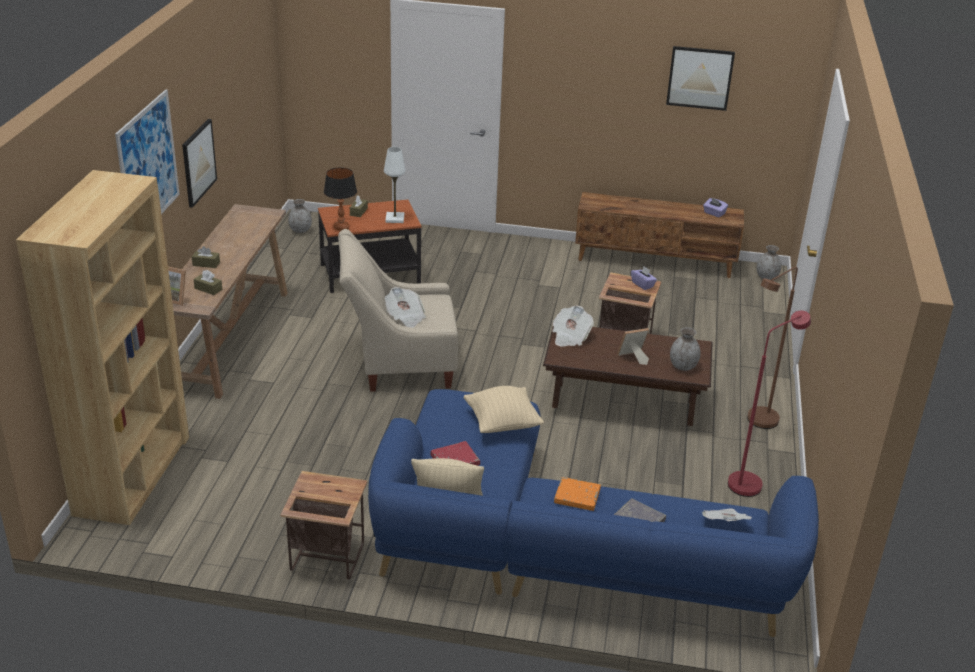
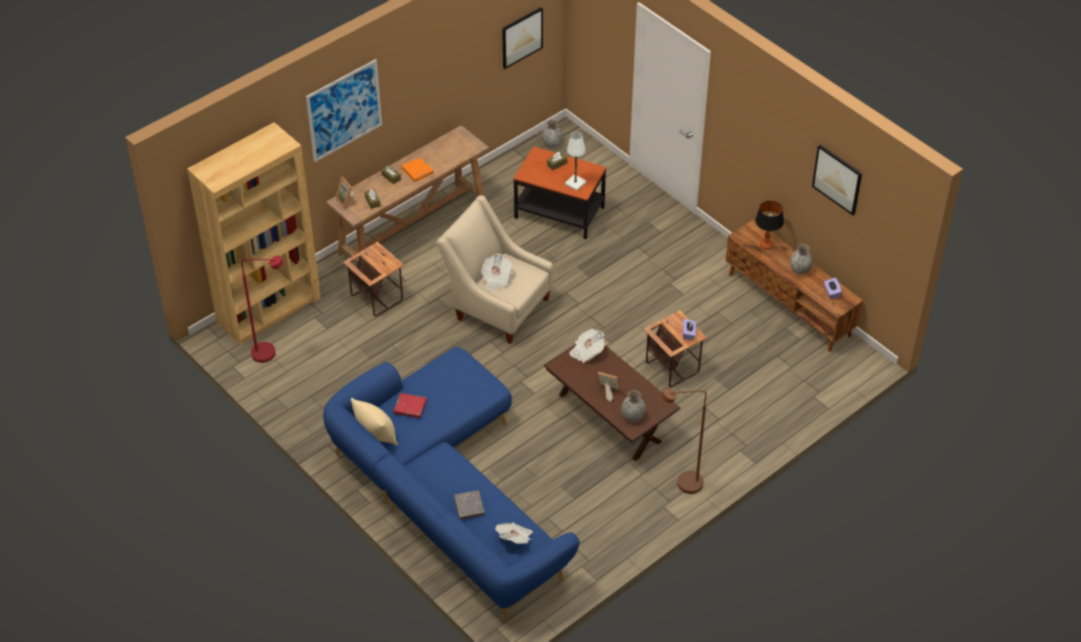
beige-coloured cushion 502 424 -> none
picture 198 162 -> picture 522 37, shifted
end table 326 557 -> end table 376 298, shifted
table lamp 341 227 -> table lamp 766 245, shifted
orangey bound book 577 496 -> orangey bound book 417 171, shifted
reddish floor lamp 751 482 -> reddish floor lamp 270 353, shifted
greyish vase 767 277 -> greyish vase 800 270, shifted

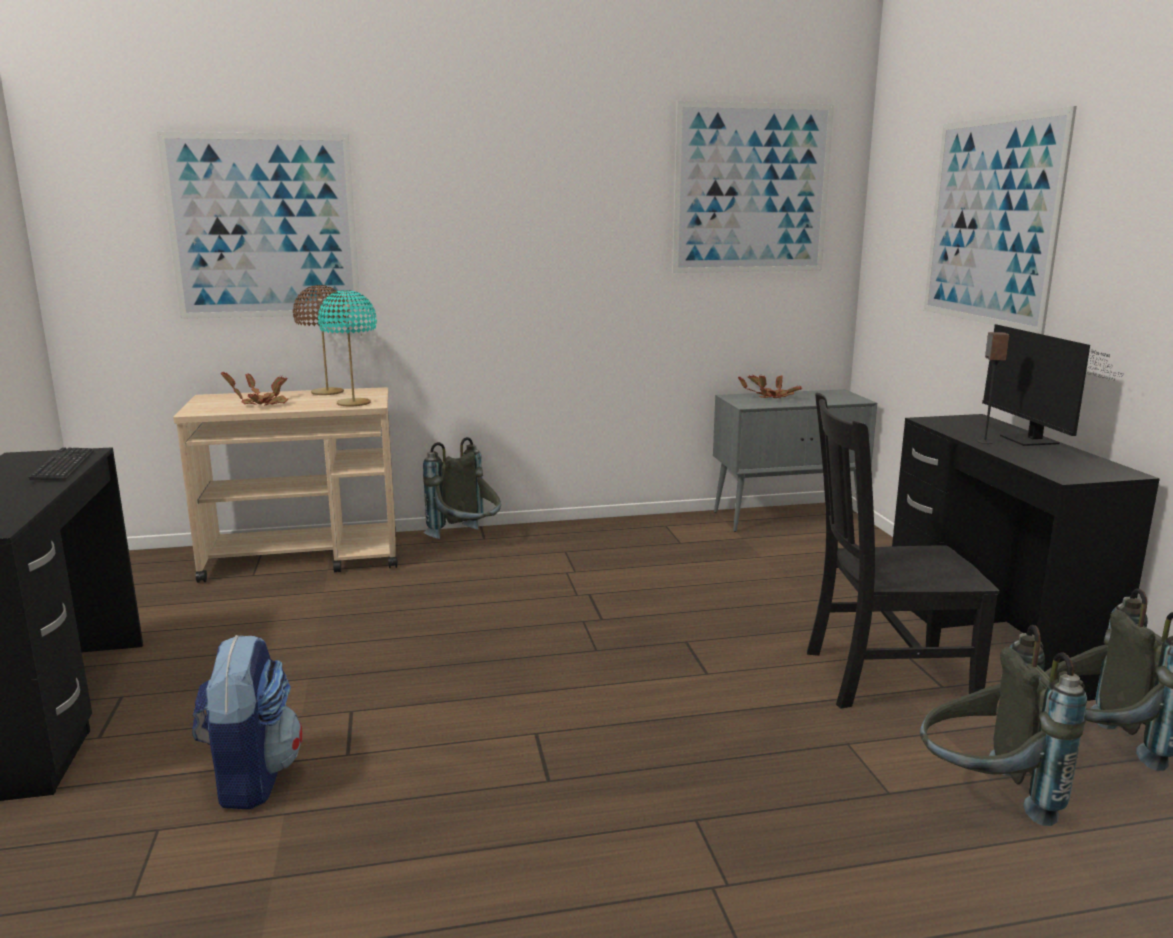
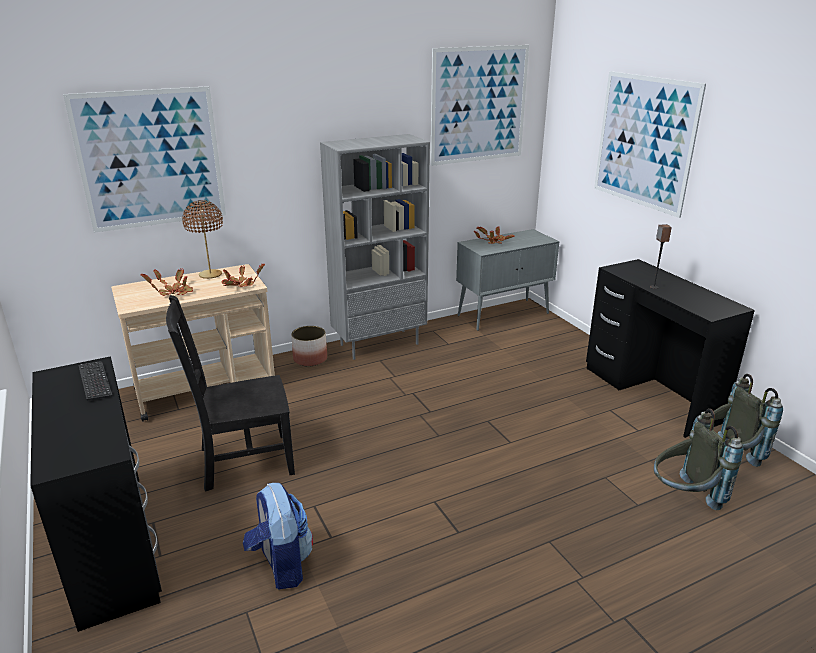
monitor 1032 442 -> none
none -> greyish bookshelf 379 344
black-coloured chair 882 676 -> black-coloured chair 243 461, shifted
blue-green table lamp 353 403 -> potted plant 240 285
greyish rucksack 467 540 -> plant pot 310 359

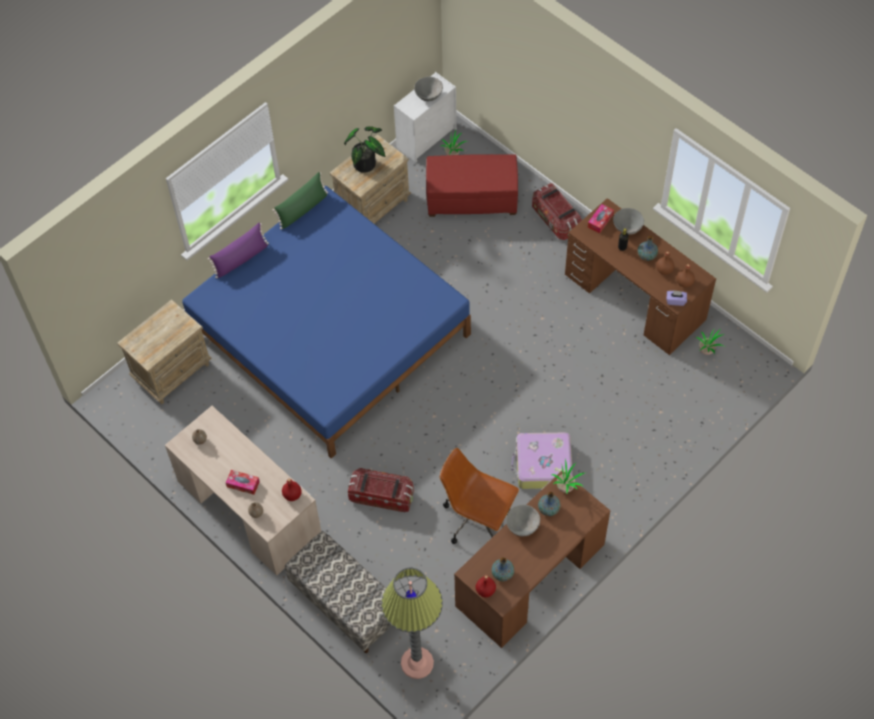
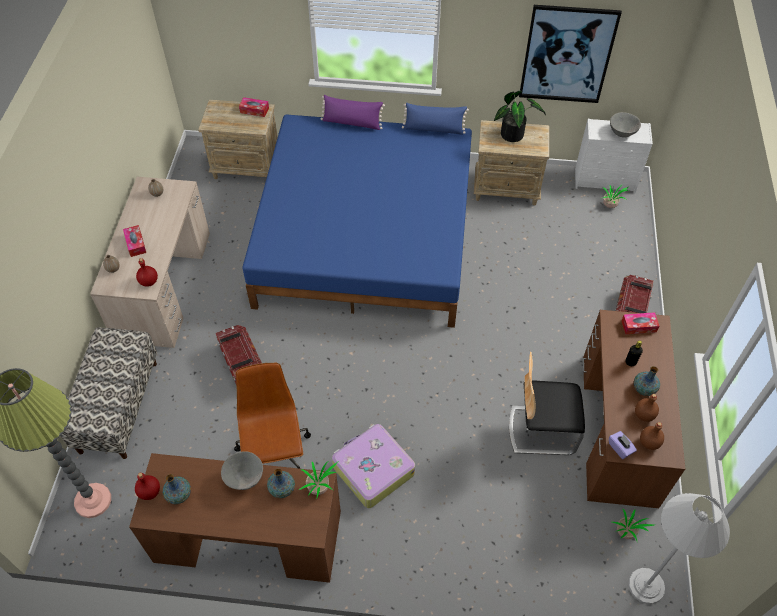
reddish ottoman 472 199 -> none
greyish bowl 627 229 -> none
none -> box of tissues 254 110
none -> chair 542 430
none -> picture 567 55
none -> whitish floor lamp 646 586
green cushion 303 209 -> blue cushion 434 129

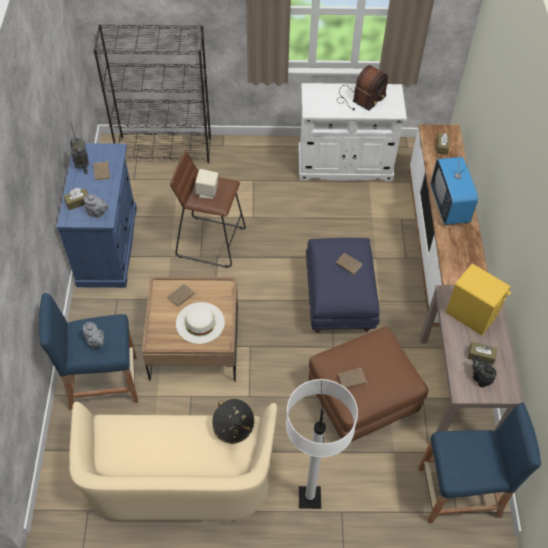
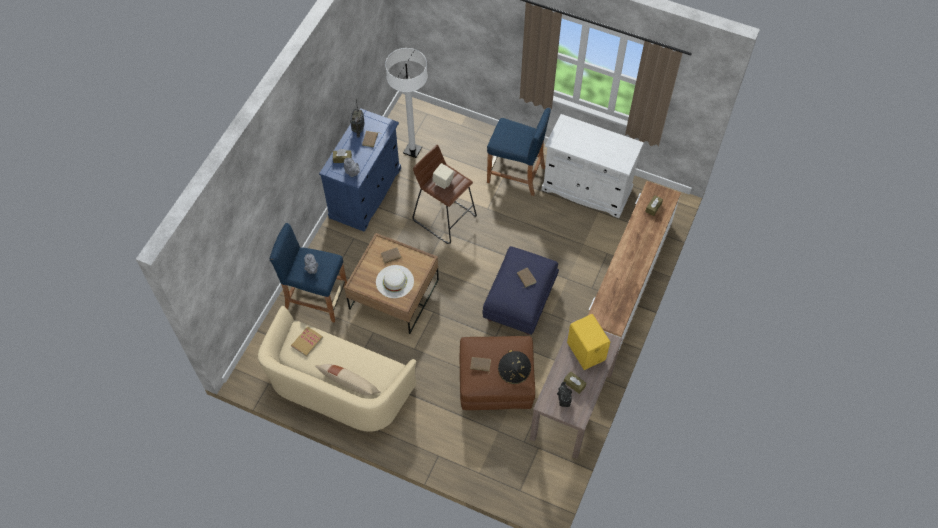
black-coloured bookshelf 165 149 -> none
radio 360 98 -> none
television 449 205 -> none
none -> bound book 307 342
none -> beige-coloured cushion 349 384
black-coloured wearable hat 233 427 -> black-coloured wearable hat 514 371, shifted
whitish floor lamp 309 498 -> whitish floor lamp 412 150, shifted
blue sitting stool 459 493 -> blue sitting stool 516 174, shifted

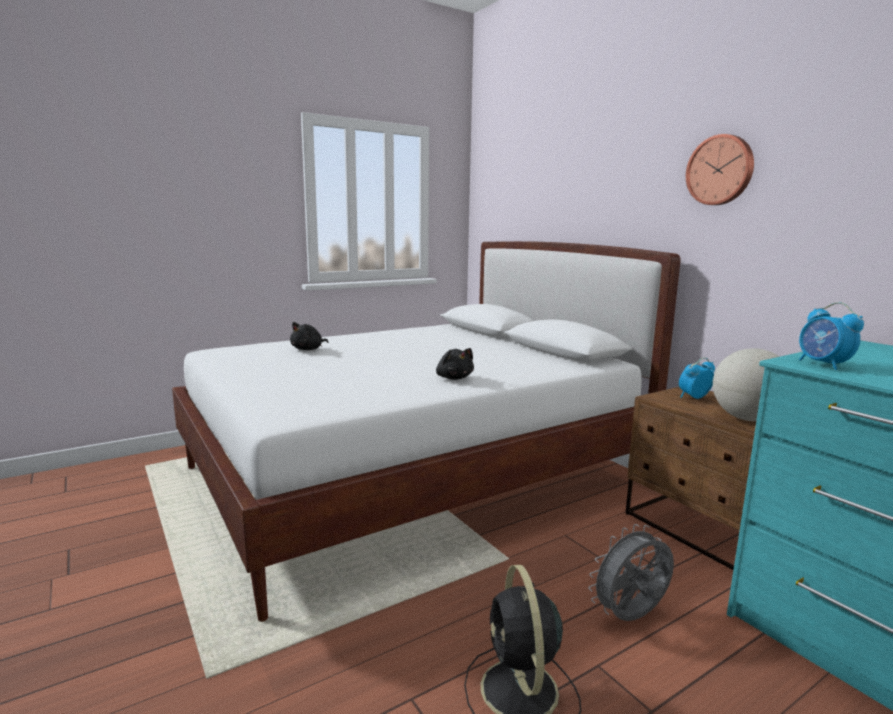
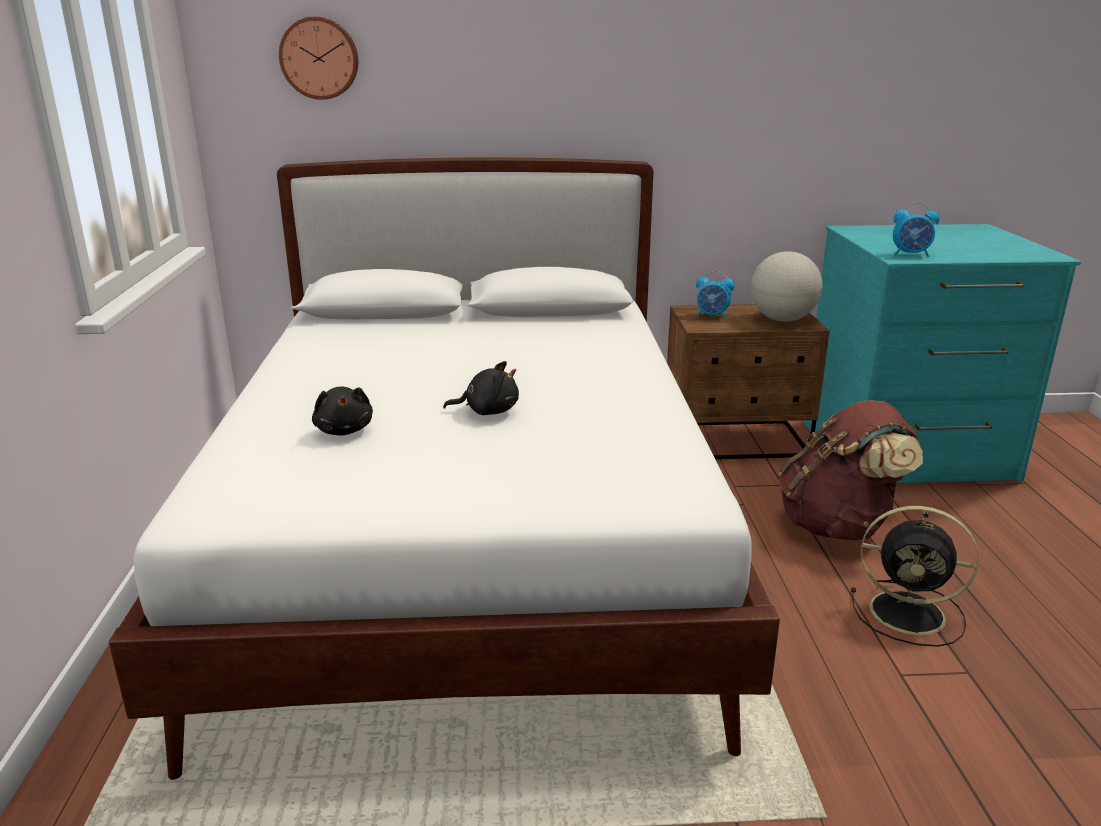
black-coloured soft toy 454 378 -> black-coloured soft toy 488 411, shifted
clock on the wall 720 170 -> clock on the wall 319 58, shifted
greyish cooling fan 631 618 -> brown-coloured rucksack 838 526
alarm clock 693 397 -> alarm clock 712 316, 75 degrees counterclockwise

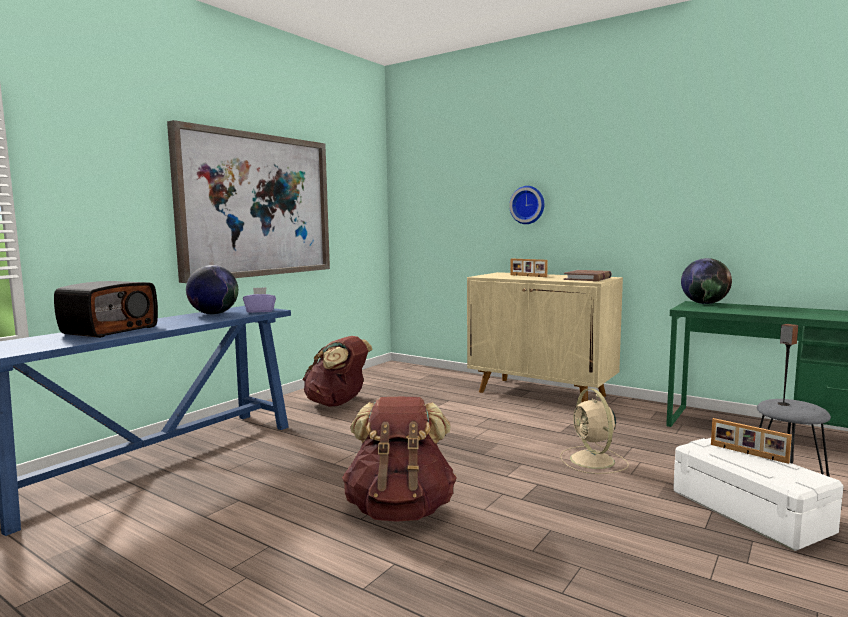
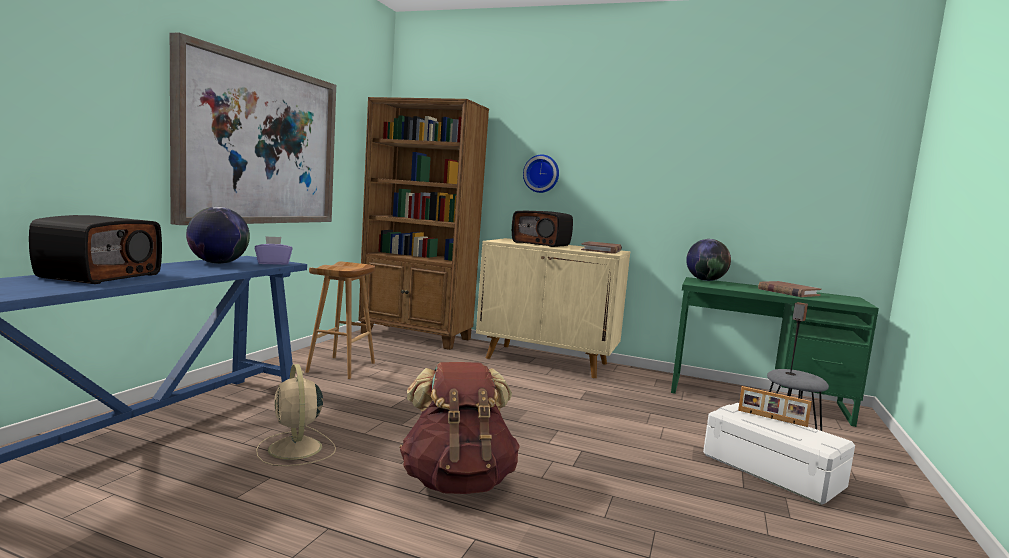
none -> brown-coloured bookshelf 416 336
none -> brown-coloured bound book 788 292
beige-coloured cooling fan 593 461 -> beige-coloured cooling fan 295 449, shifted
brown-coloured rucksack 337 403 -> brown-coloured sitting stool 341 368
standing frame 528 276 -> radio 541 244

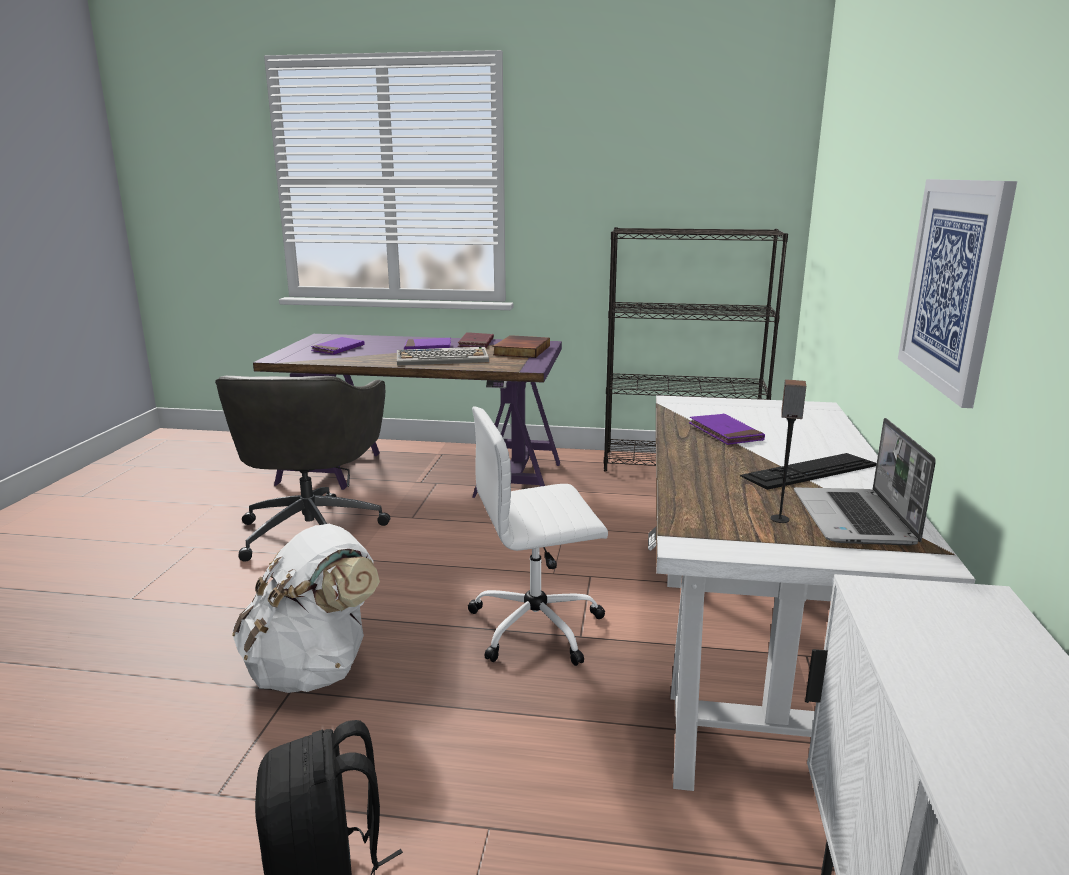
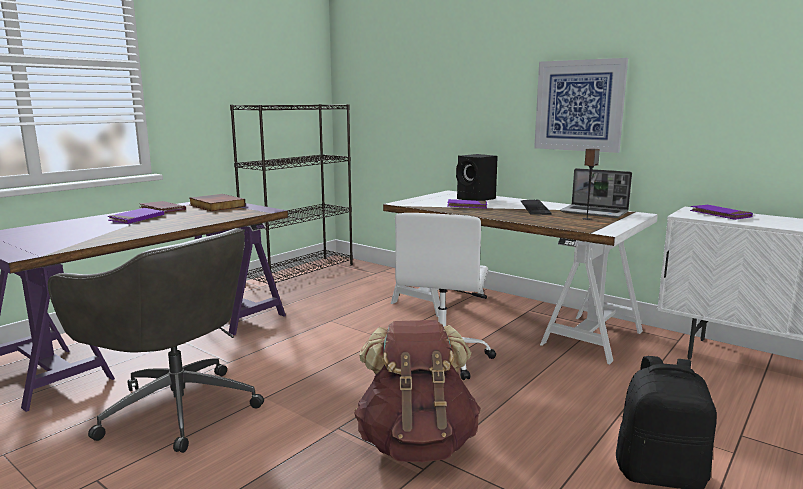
PC keyboard 443 358 -> none
none -> black-coloured audio speaker 477 199
purplish bound book 338 349 -> purplish bound book 720 215, shifted
whitish rucksack 314 669 -> brown-coloured rucksack 417 443

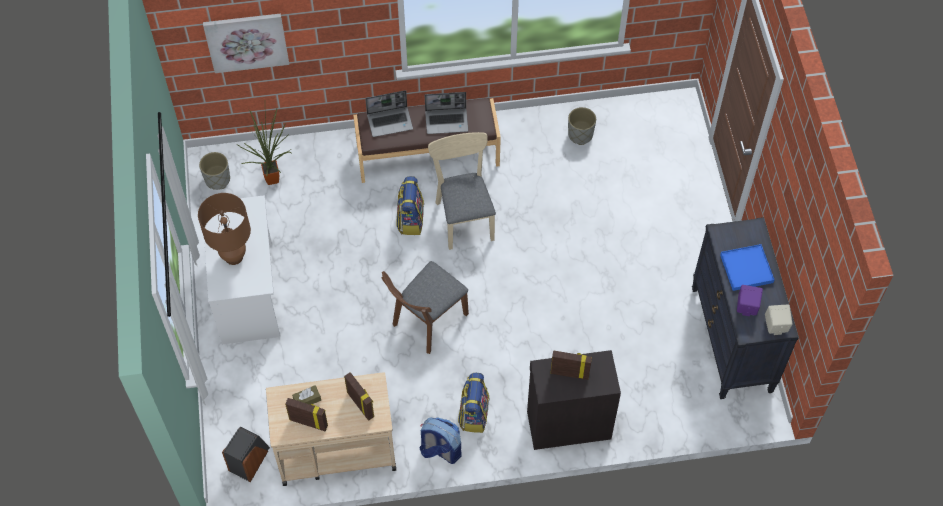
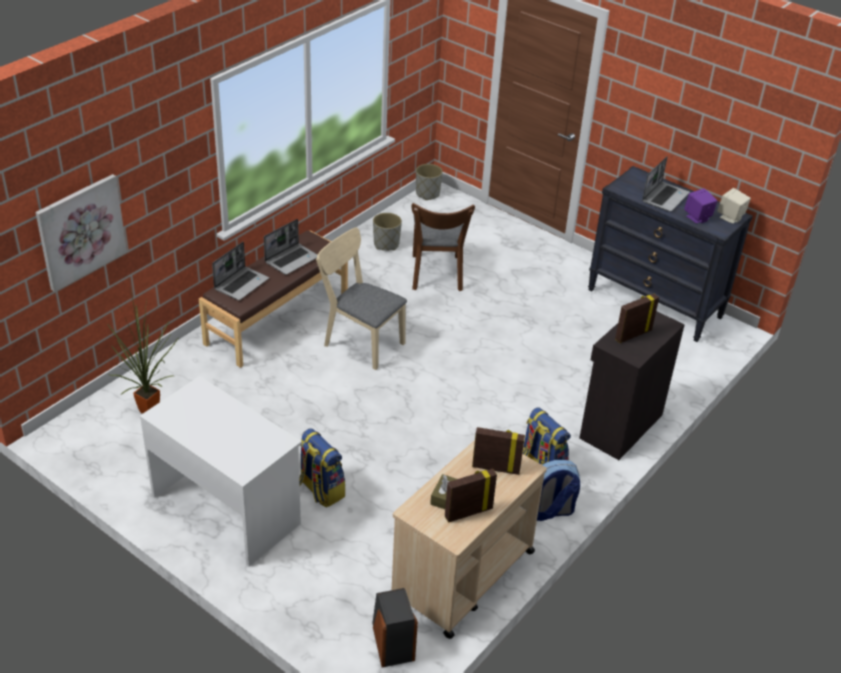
brown-coloured table lamp 233 256 -> none
greyish plant pot 217 179 -> greyish plant pot 427 194, shifted
brown-coloured chair 426 323 -> brown-coloured chair 436 276, shifted
rucksack 410 219 -> rucksack 320 490, shifted
blue tray 746 268 -> laptop 665 197

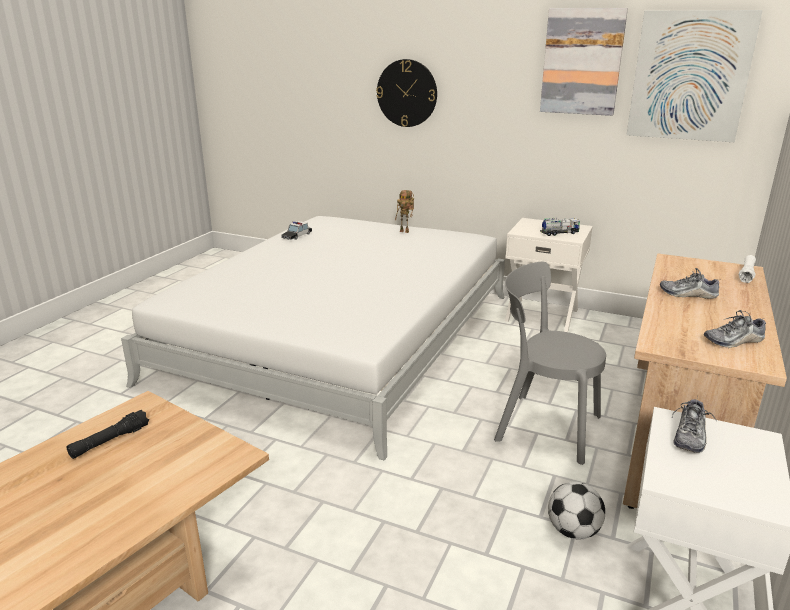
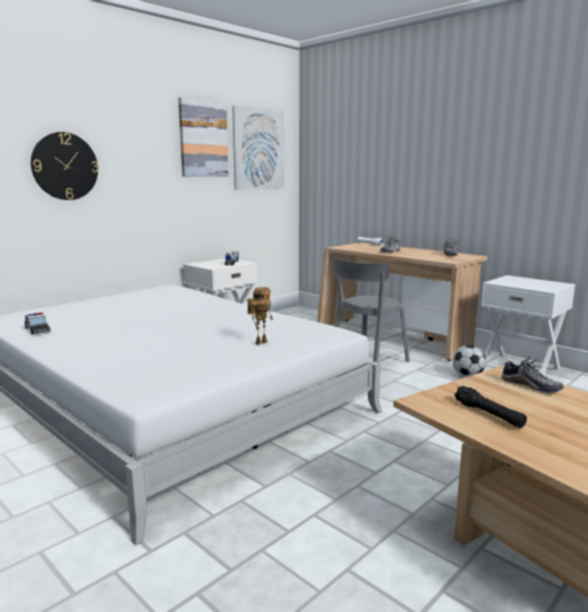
model robot 405 231 -> model robot 261 342, shifted
shoe 689 436 -> shoe 530 386, shifted

